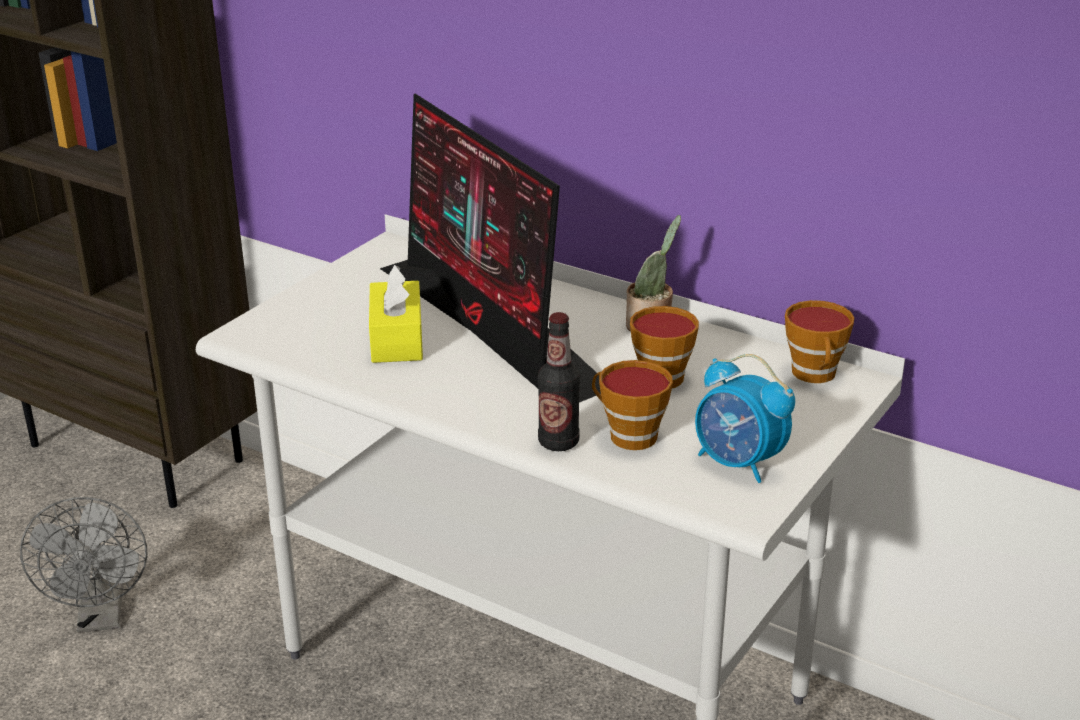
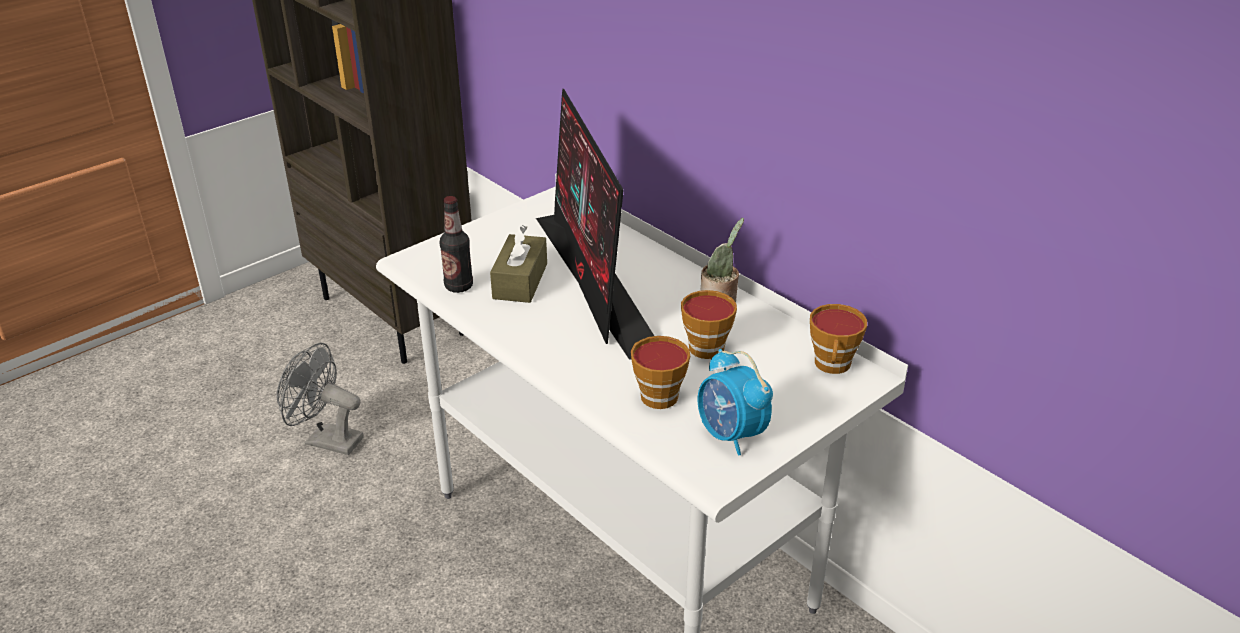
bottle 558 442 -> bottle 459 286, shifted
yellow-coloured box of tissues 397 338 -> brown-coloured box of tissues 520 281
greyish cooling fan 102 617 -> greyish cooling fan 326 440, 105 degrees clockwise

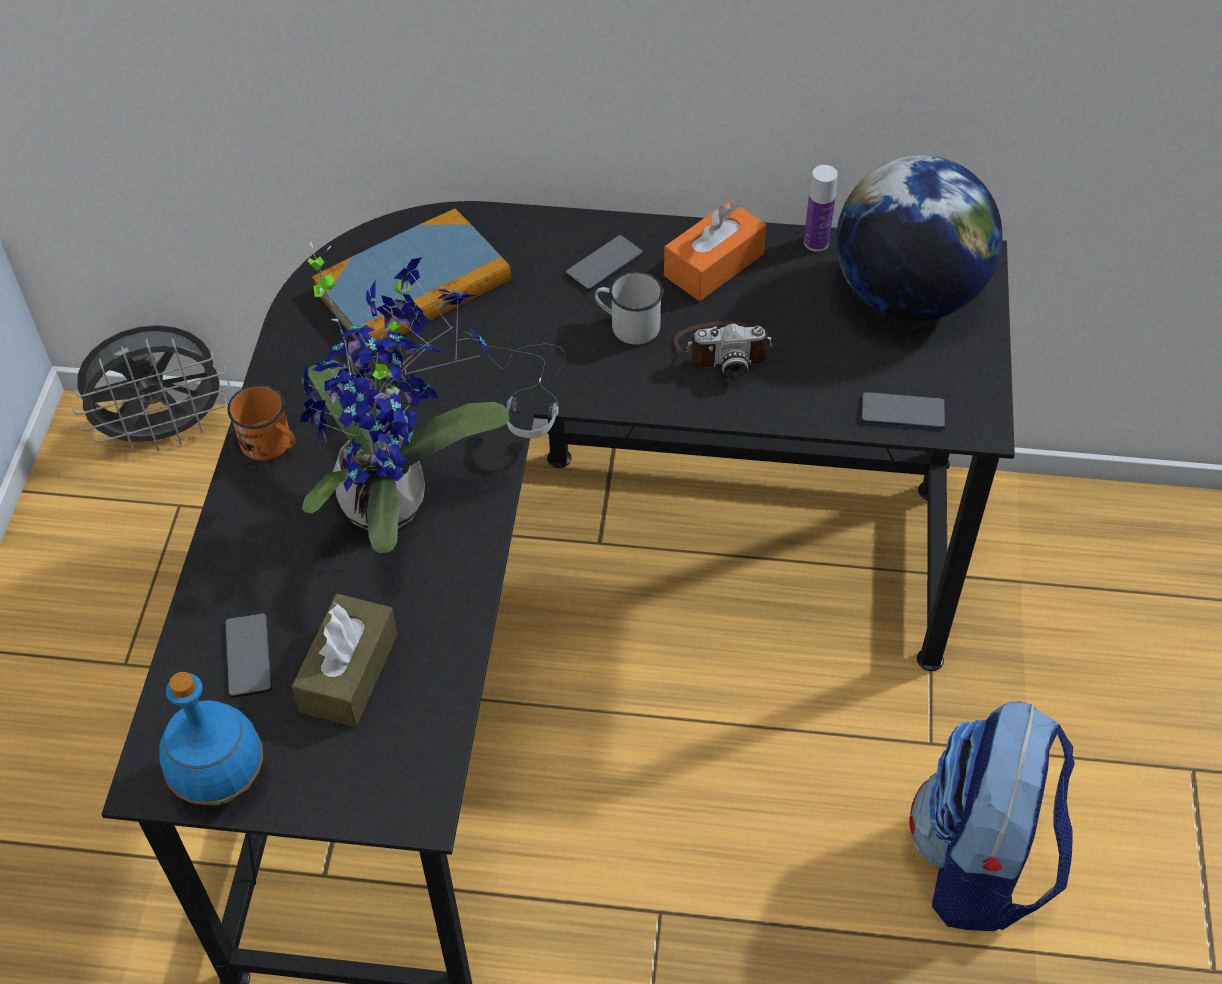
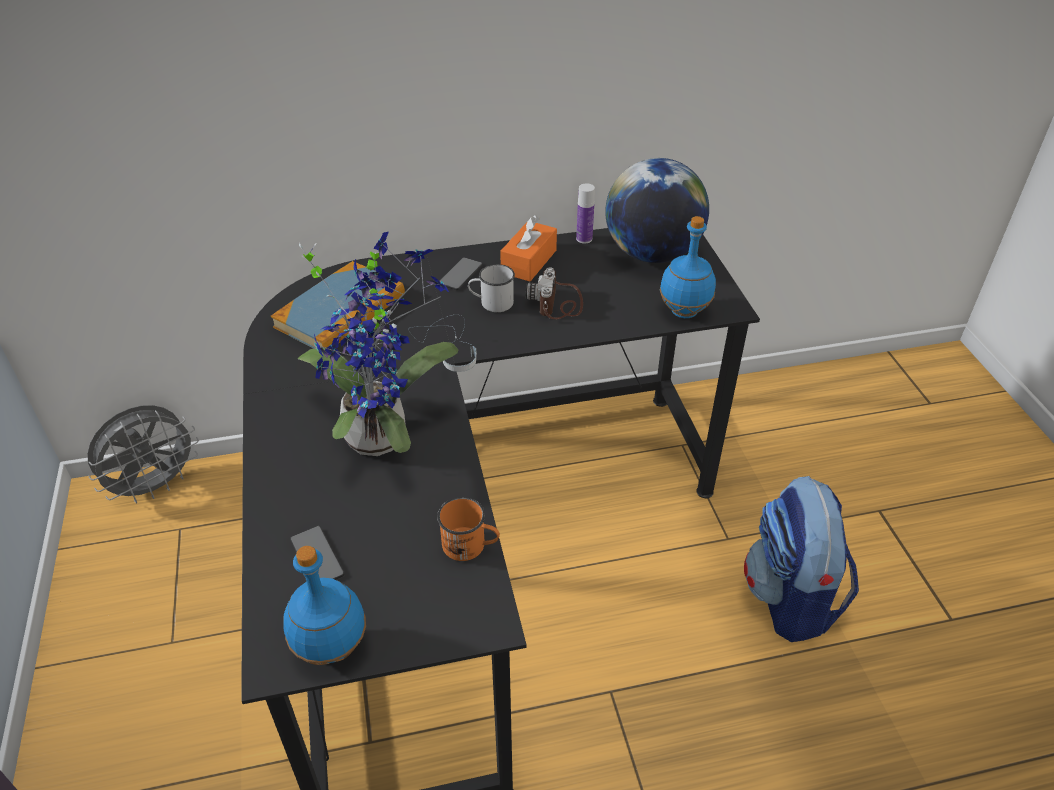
brown-coloured box of tissues 349 672 -> none
orangey tea mug 272 445 -> orangey tea mug 470 546, shifted
handset 902 412 -> blue bottle 683 311
still camera 723 350 -> still camera 558 303, 120 degrees clockwise

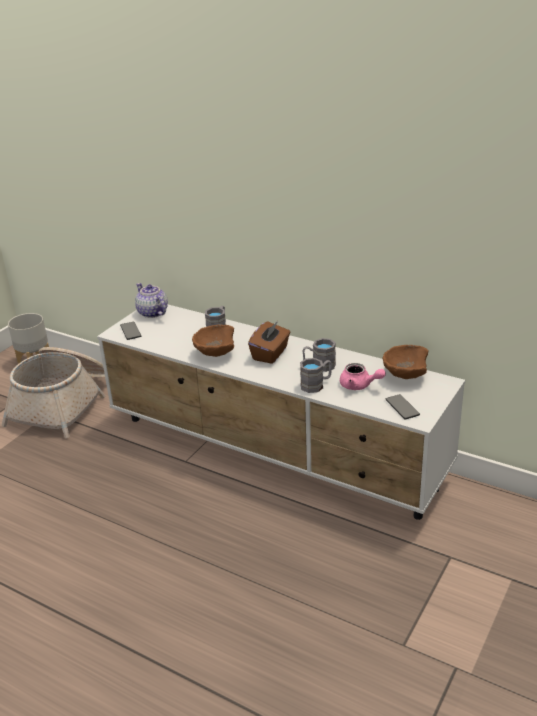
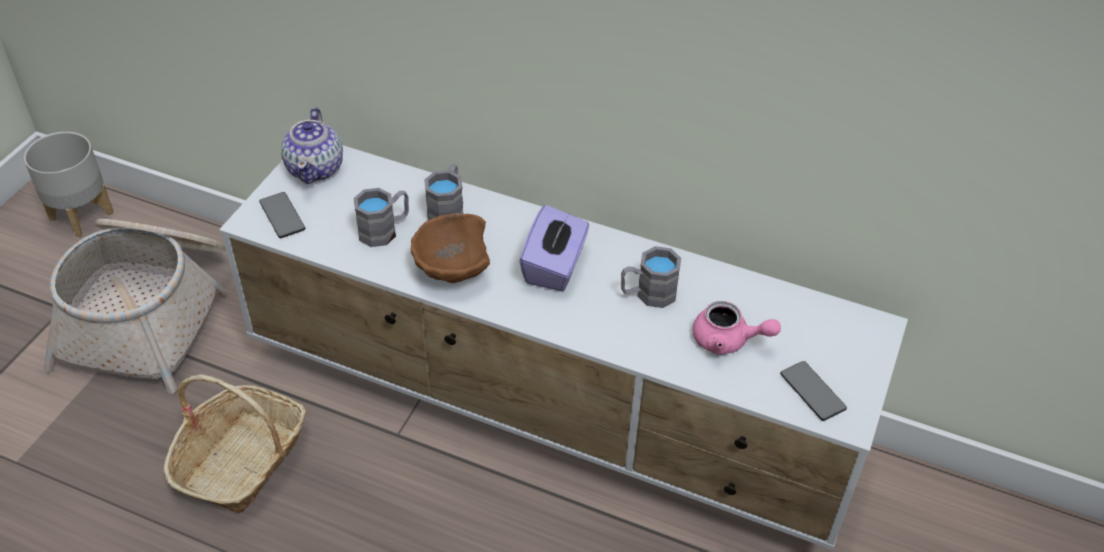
brown-coloured bowl 404 375 -> none
none -> storage basket 242 460
greyish tea mug 316 385 -> greyish tea mug 385 230, shifted
brown-coloured box of tissues 270 354 -> purplish box of tissues 554 266
teapot 152 313 -> teapot 316 168, 135 degrees counterclockwise

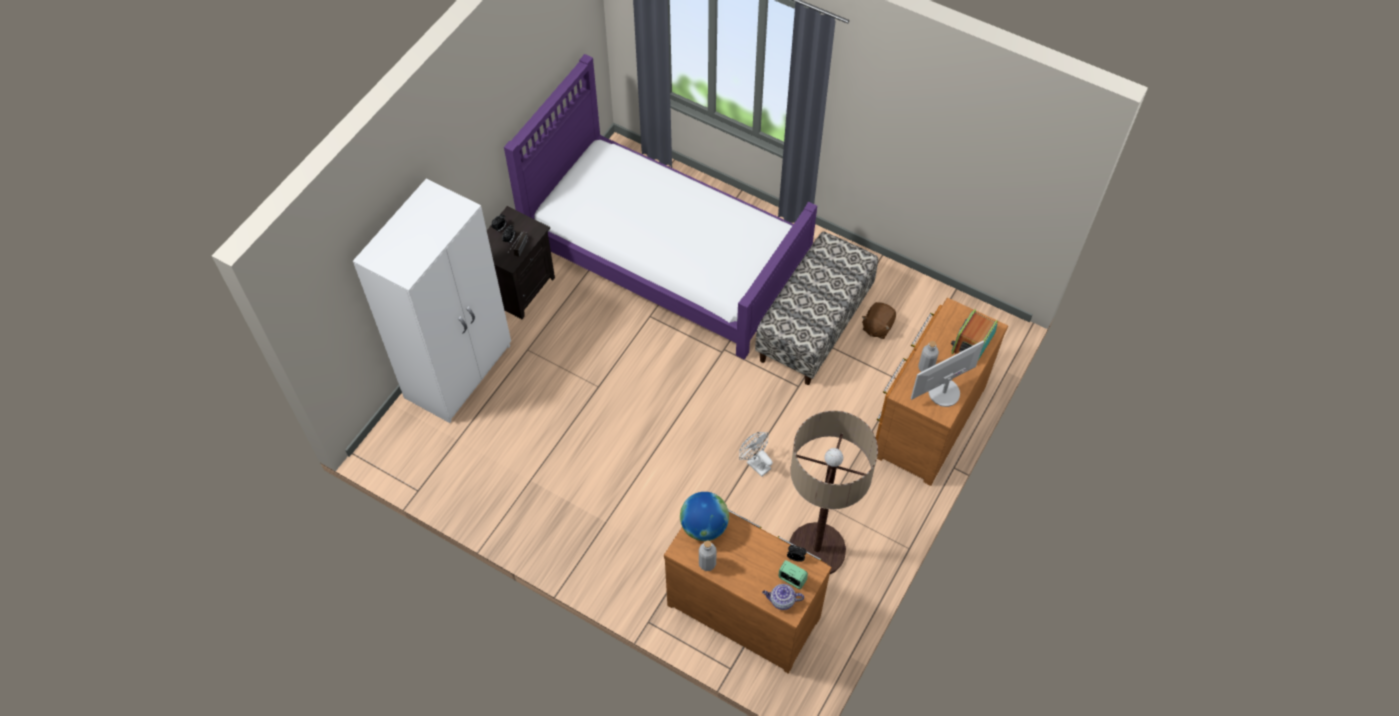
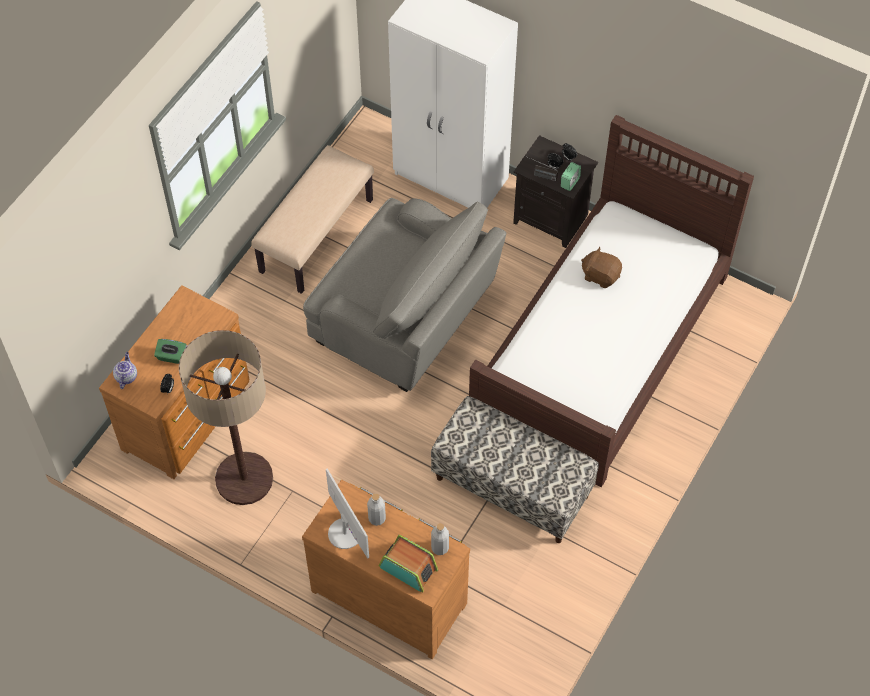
world globe 704 526 -> none
whitish cooling fan 755 463 -> none
none -> green box of tissues 172 356
none -> beige-coloured bench 316 235
none -> greyish easy chair 405 318
greyish bottle 707 563 -> greyish bottle 440 548, shifted
alarm clock 792 579 -> alarm clock 570 182, shifted
brown-coloured soft toy 877 327 -> brown-coloured soft toy 600 275, shifted
purplish bedroom bed 665 254 -> brown-coloured bedroom bed 601 345

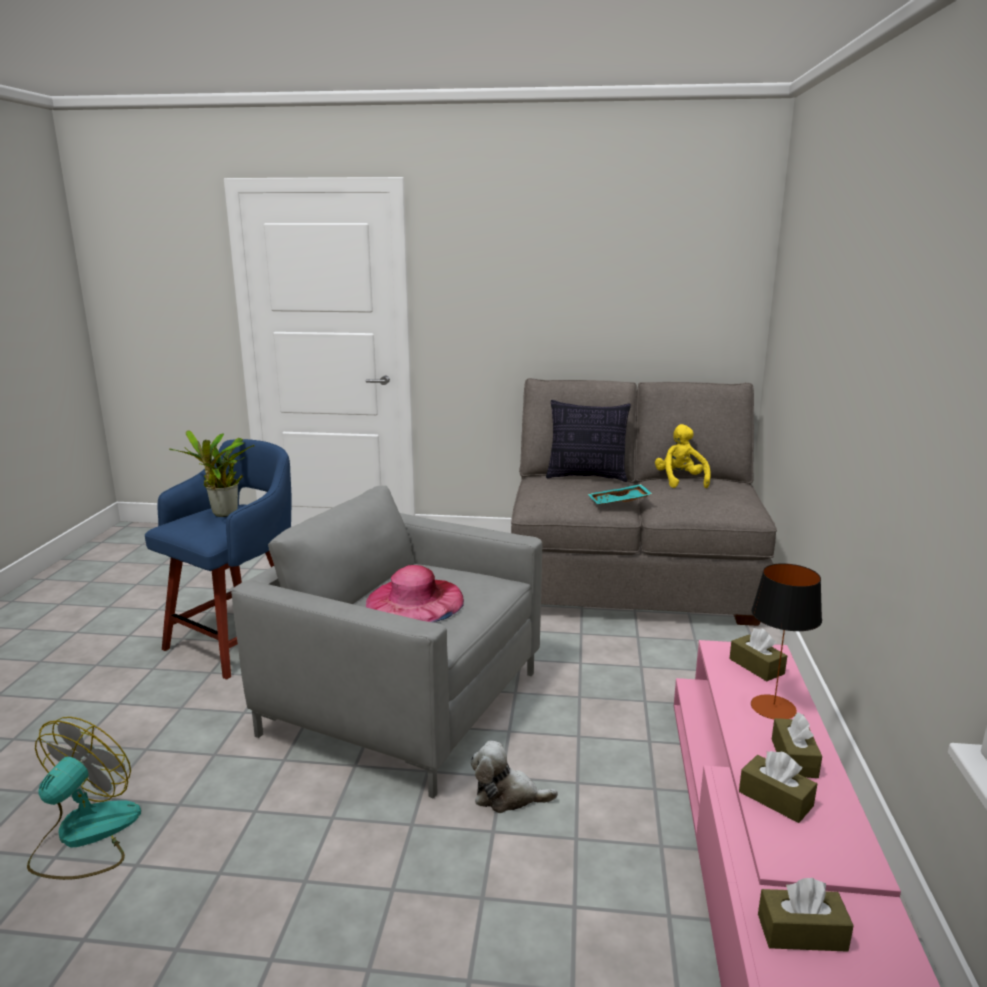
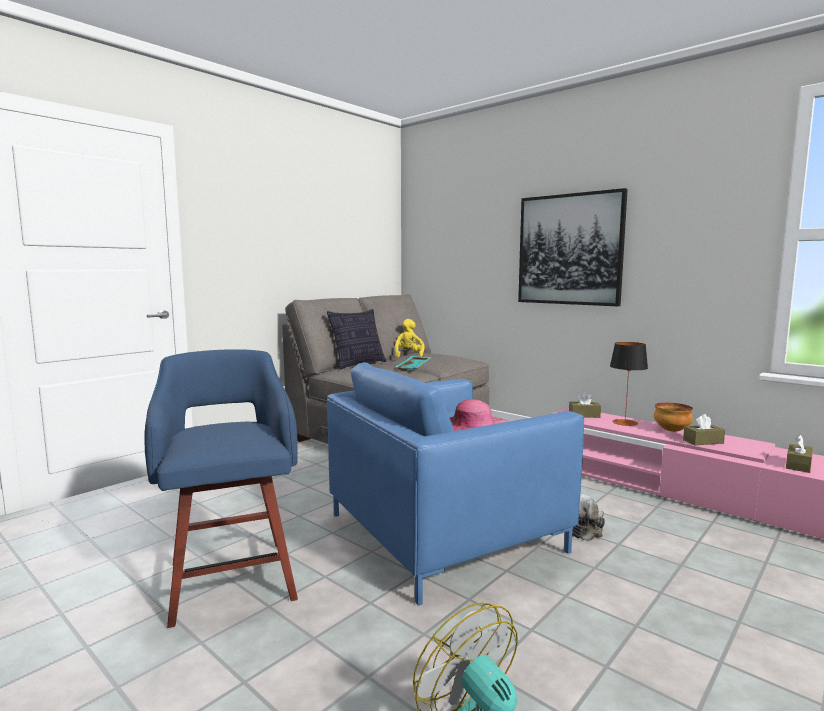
potted plant 223 515 -> none
none -> picture 569 249
brown-coloured box of tissues 794 758 -> bowl 671 431
greyish easy chair 403 702 -> blue easy chair 443 532
yellow-coloured soft toy 680 481 -> yellow-coloured soft toy 407 356, 60 degrees clockwise

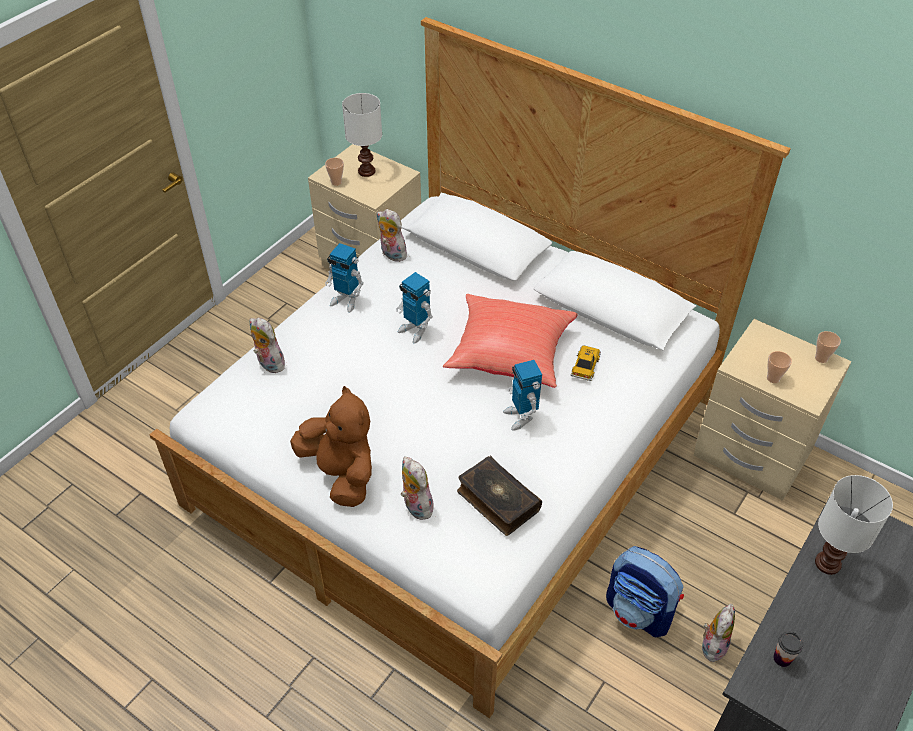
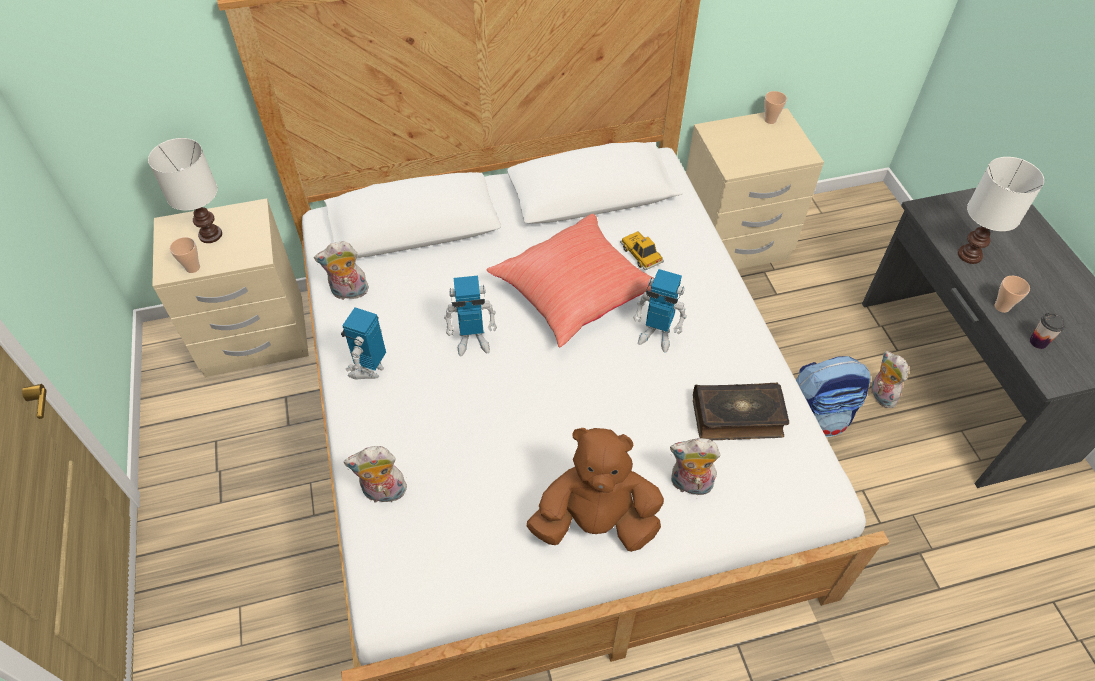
cup 773 378 -> cup 1002 307, shifted
model robot 346 301 -> model robot 370 369, 135 degrees clockwise

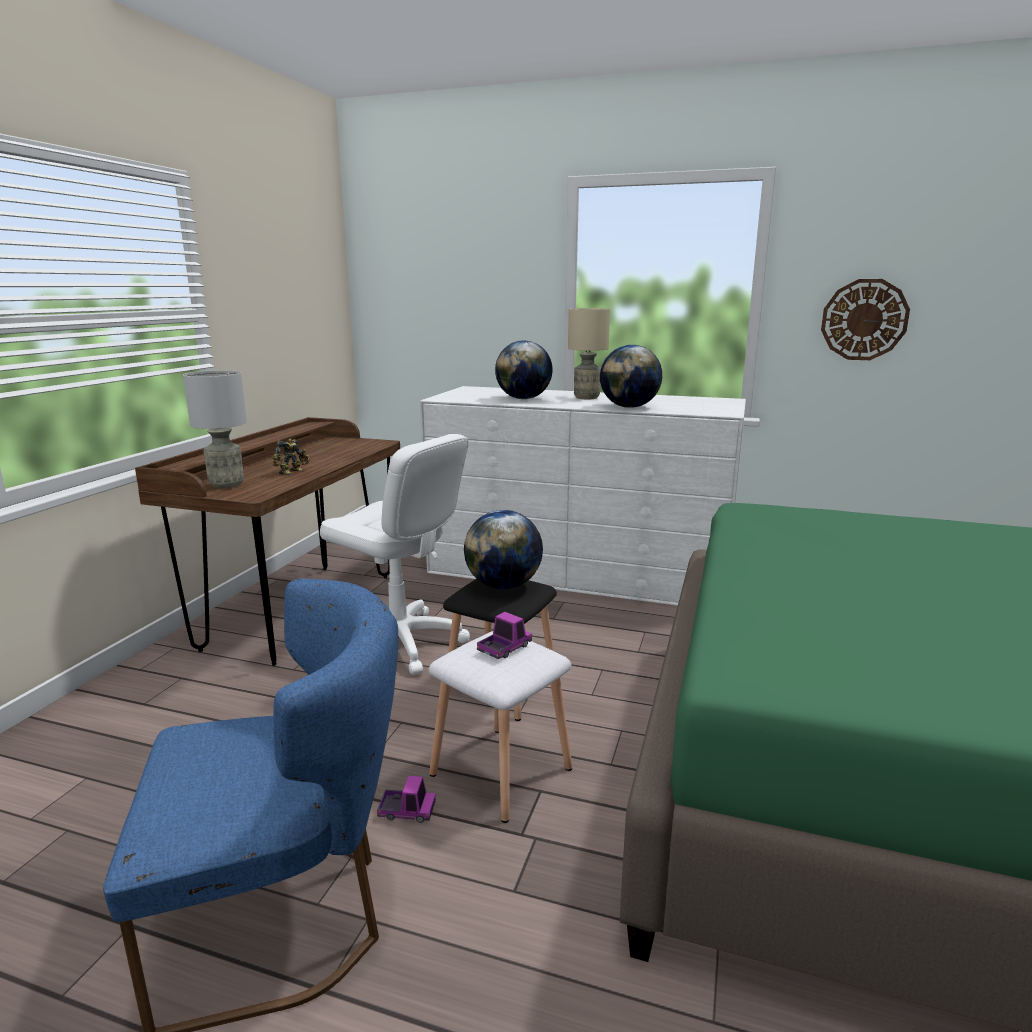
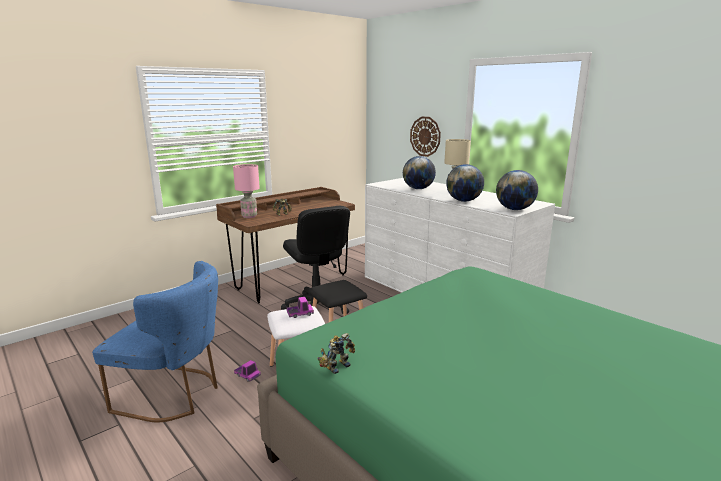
none -> model robot 336 366
world globe 504 585 -> world globe 515 209, shifted
clock on the wall 864 320 -> clock on the wall 425 136, shifted
greyish table lamp 226 485 -> pinkish table lamp 249 216
whitish office chair 400 643 -> black-coloured office chair 316 307

